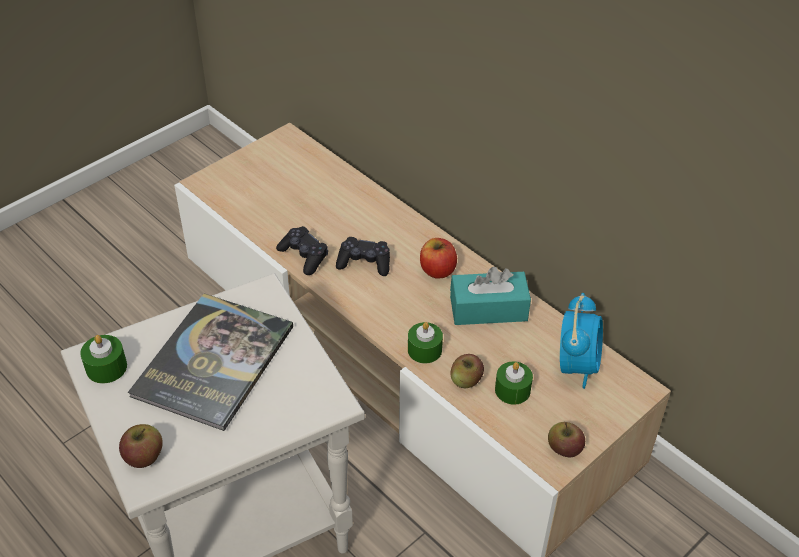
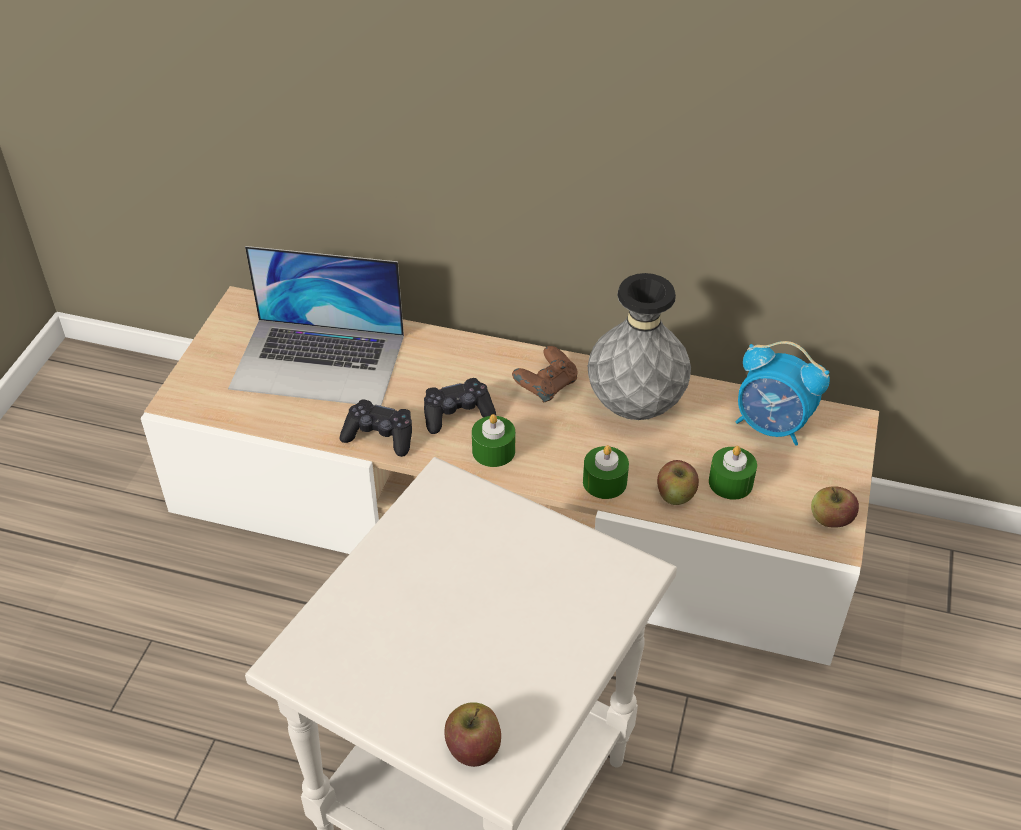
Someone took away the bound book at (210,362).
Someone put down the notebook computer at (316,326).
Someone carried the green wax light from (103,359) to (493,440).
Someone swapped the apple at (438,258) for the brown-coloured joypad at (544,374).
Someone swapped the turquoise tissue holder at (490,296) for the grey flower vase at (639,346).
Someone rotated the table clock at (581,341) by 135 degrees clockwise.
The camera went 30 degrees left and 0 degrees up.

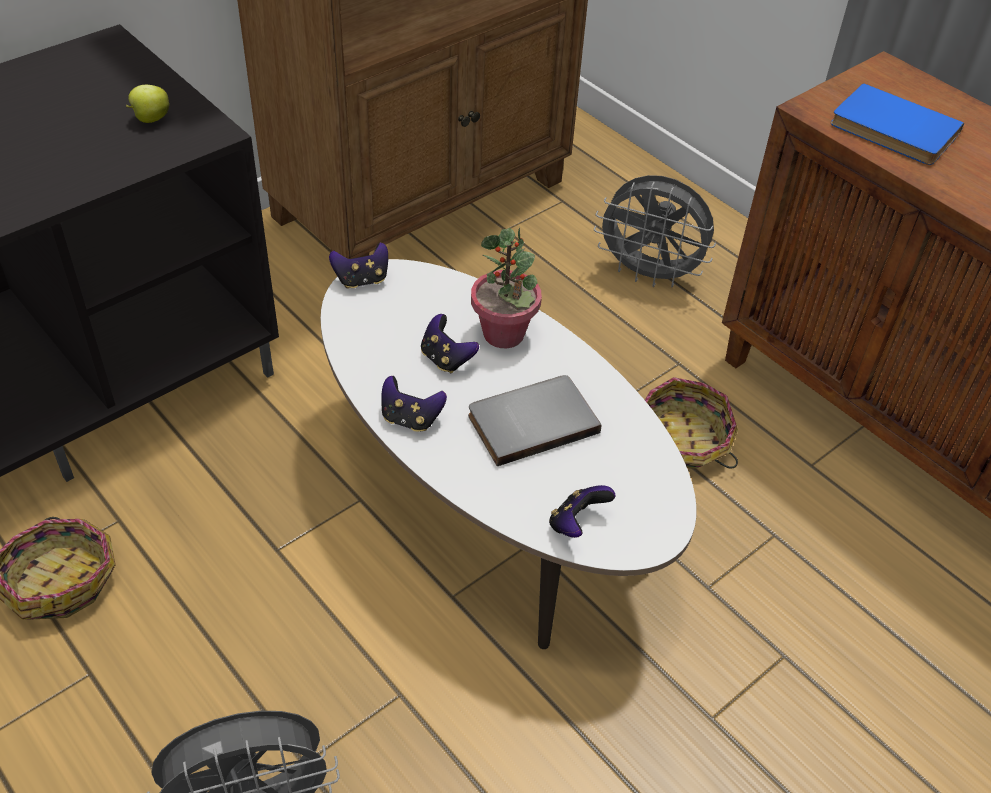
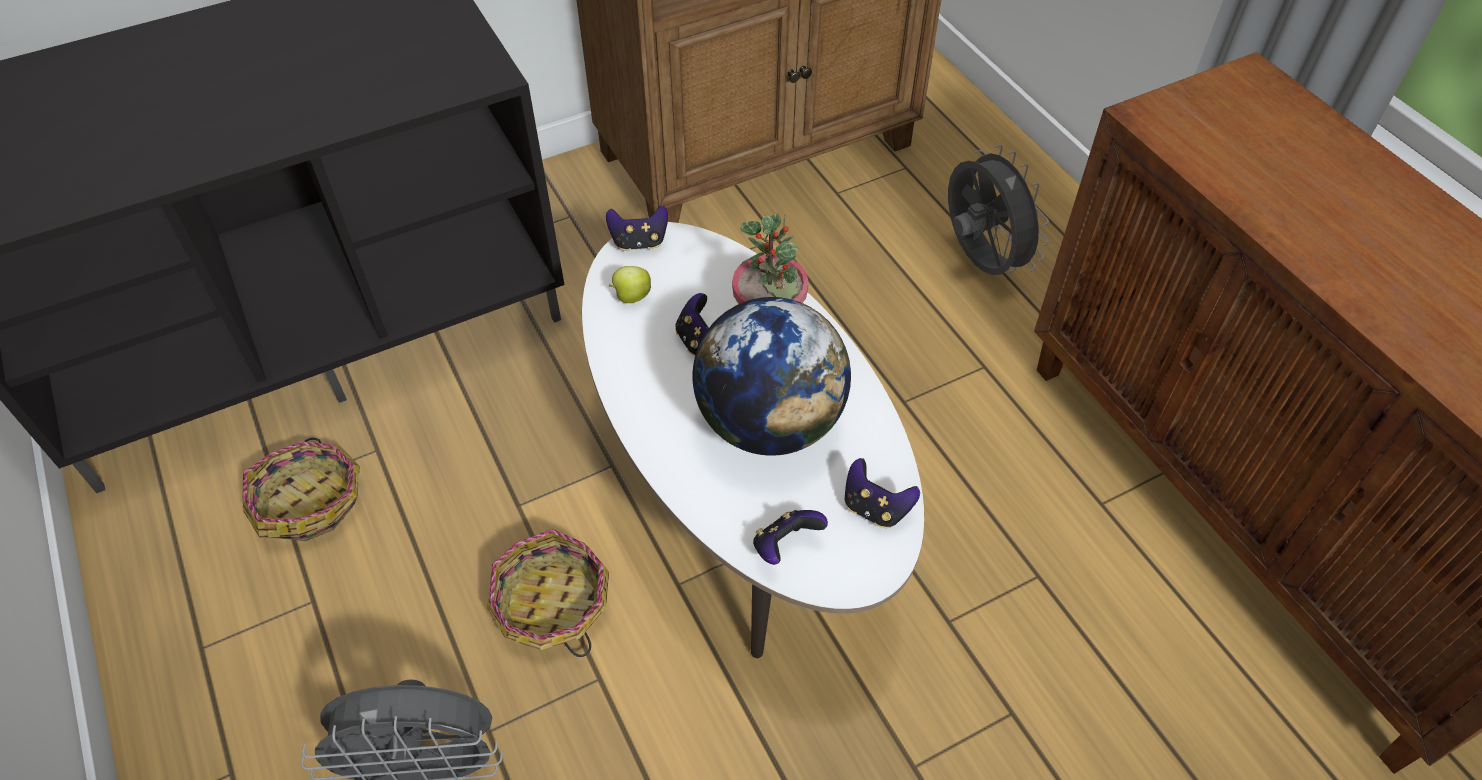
Someone took away the blue-coloured bound book at (897,124).
Someone carried the apple from (147,104) to (629,284).
Someone carried the joypad from (414,404) to (882,493).
Someone carried the storage basket from (691,423) to (548,593).
Someone swapped the grey bound book at (534,420) for the world globe at (771,376).
Someone rotated the grey fan at (655,231) by 150 degrees counterclockwise.
The camera went 15 degrees right and 5 degrees up.

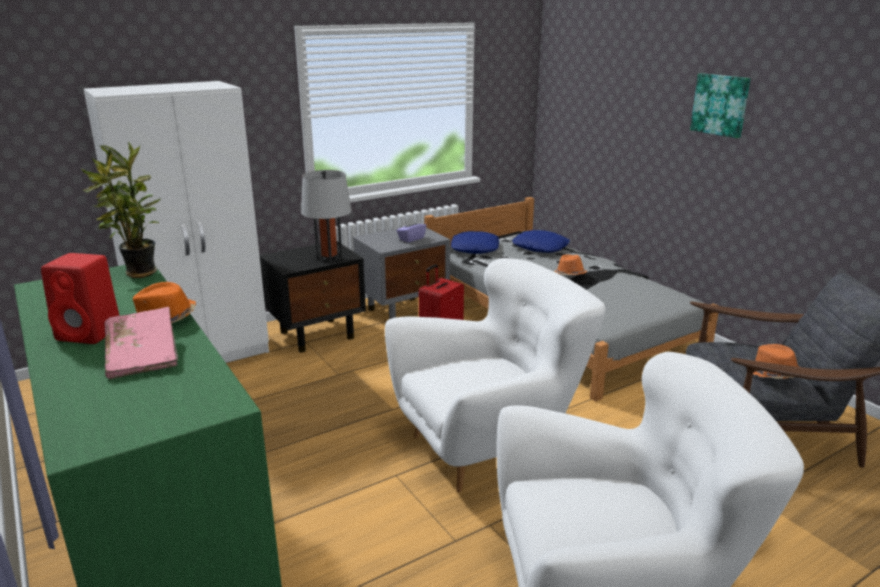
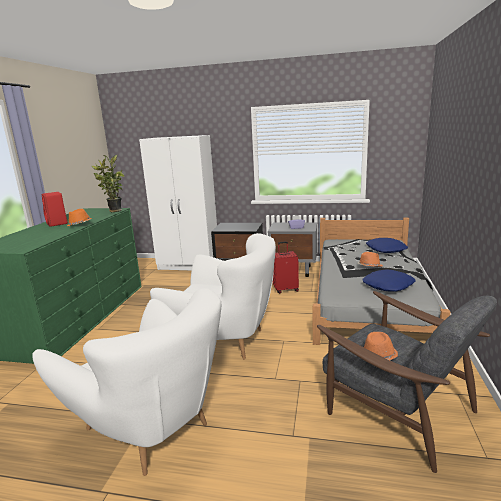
Someone took away the pink-coloured bound book at (141,343).
Someone took away the grey lamp for a table at (326,216).
Someone took away the wall picture at (720,105).
Someone carried the blue-coloured throw pillow from (475,242) to (389,280).
The camera went 45 degrees right and 5 degrees down.

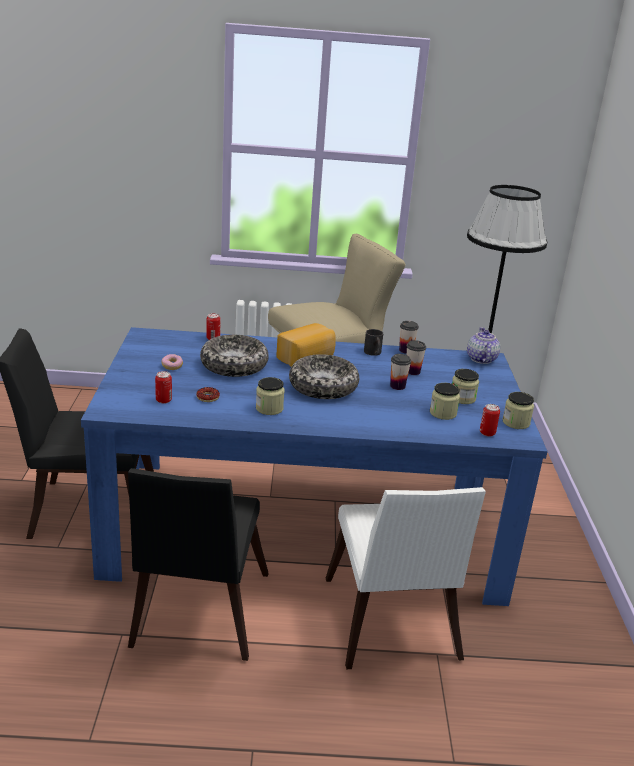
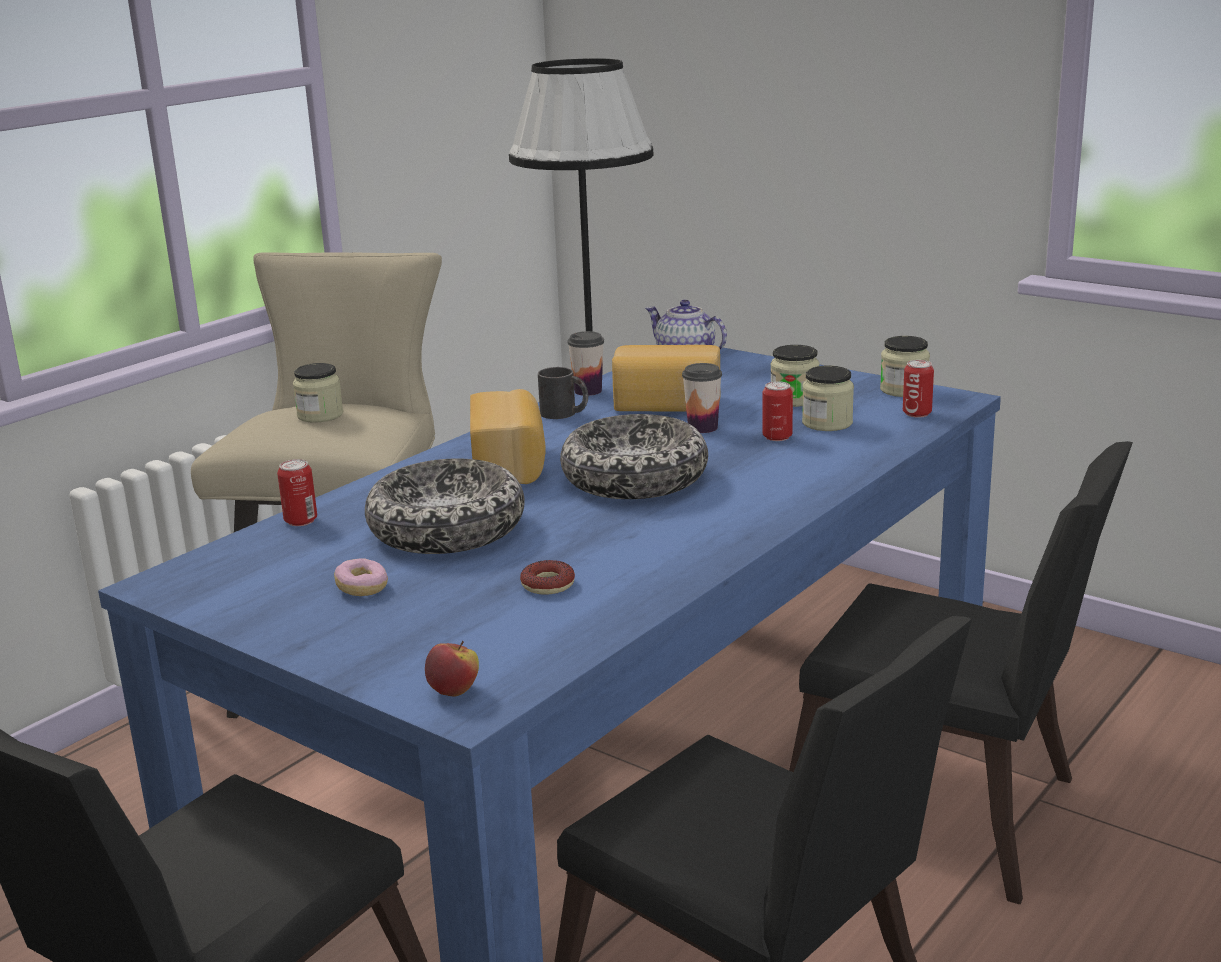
Someone put down the apple at (452,669).
Someone carried the sealed can from (163,387) to (777,411).
Someone carried the jar from (270,396) to (318,393).
Someone swapped the cup at (416,357) for the baked bread at (666,378).
Someone repainted the whitish chair at (406,578), which became the black chair at (961,672).
The camera went 50 degrees left and 5 degrees down.

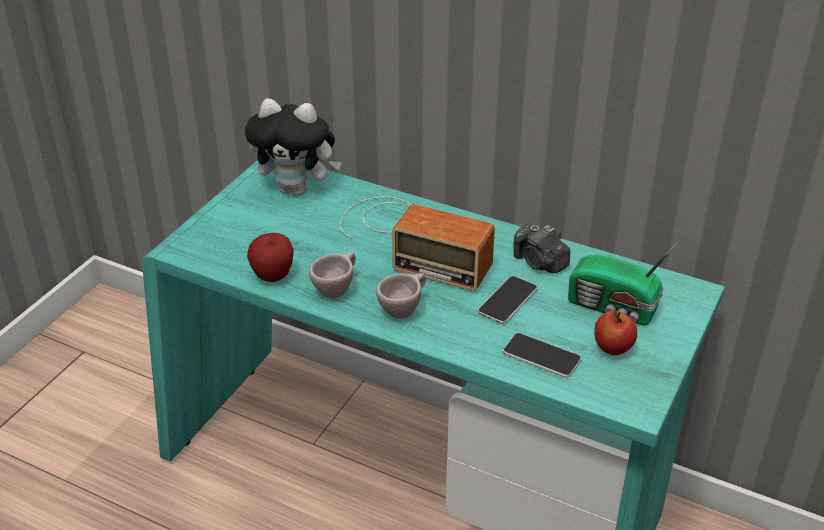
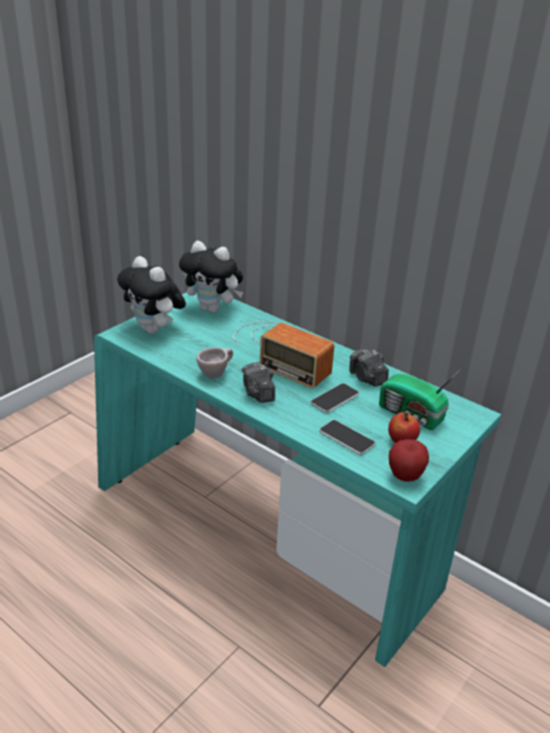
Someone put down the soft toy at (151,295).
Someone carried the apple from (270,257) to (409,460).
Someone swapped the beige cup at (401,296) for the still camera at (258,382).
The camera went 10 degrees right and 5 degrees down.

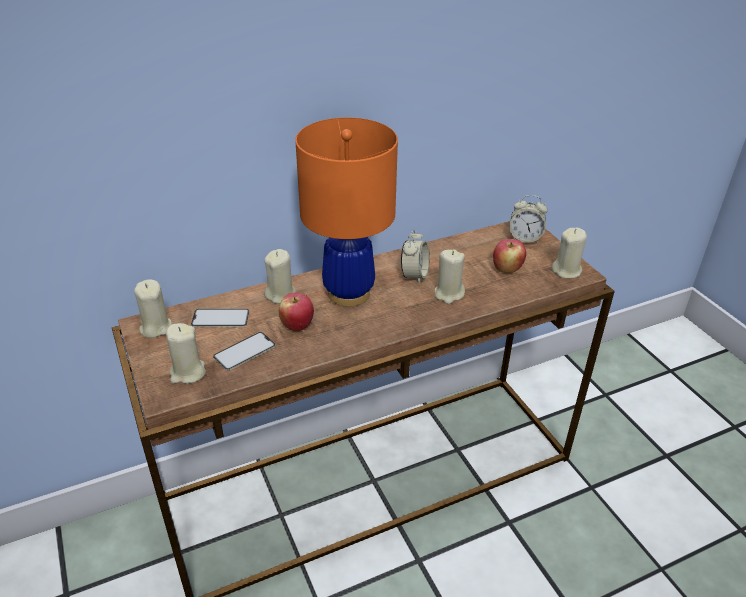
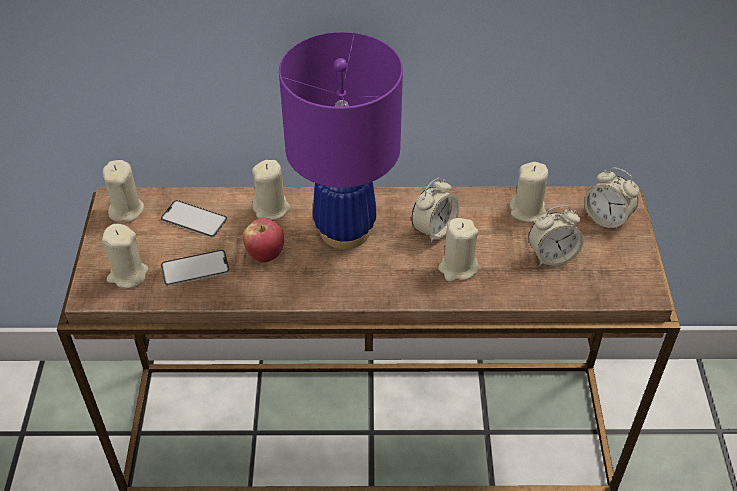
Someone carried the beige wax light from (569,253) to (529,192).
Someone swapped the apple at (509,256) for the table clock at (556,235).
Someone repainted the orangey lamp for a table at (346,212), which became the purple lamp for a table at (341,140).
The camera went 25 degrees right and 10 degrees up.

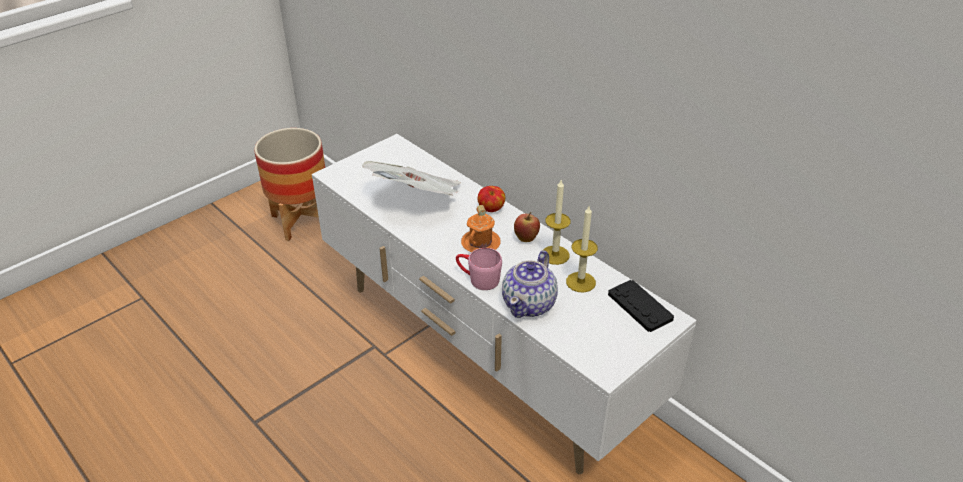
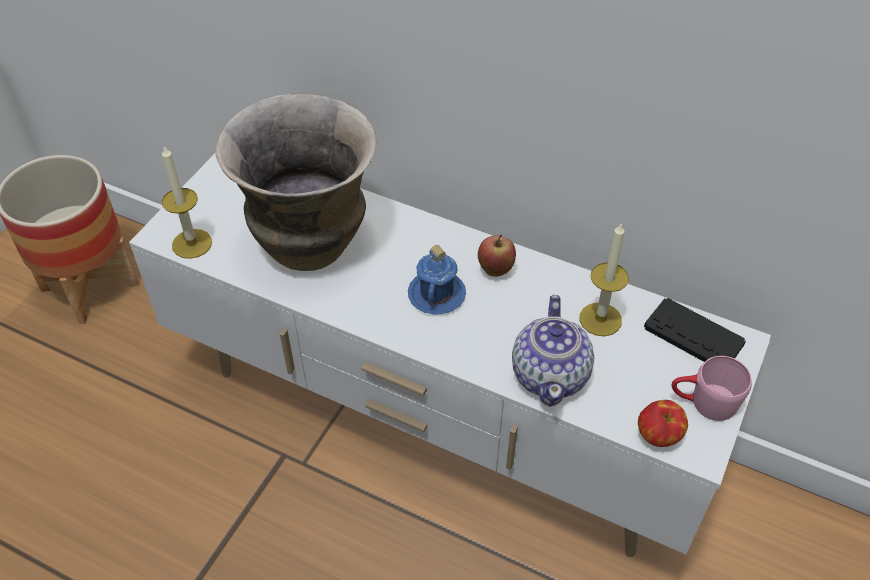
Someone carried the pink-coloured coffee mug from (479,269) to (711,388).
Someone carried the apple from (491,199) to (663,423).
Someone carried the wax light from (556,222) to (187,202).
Someone swapped the printed paper at (411,178) for the flower vase at (296,182).
Someone repainted the orangey coffee mug at (481,228), which became the blue-coloured coffee mug at (437,280).
The camera went 20 degrees left and 10 degrees up.

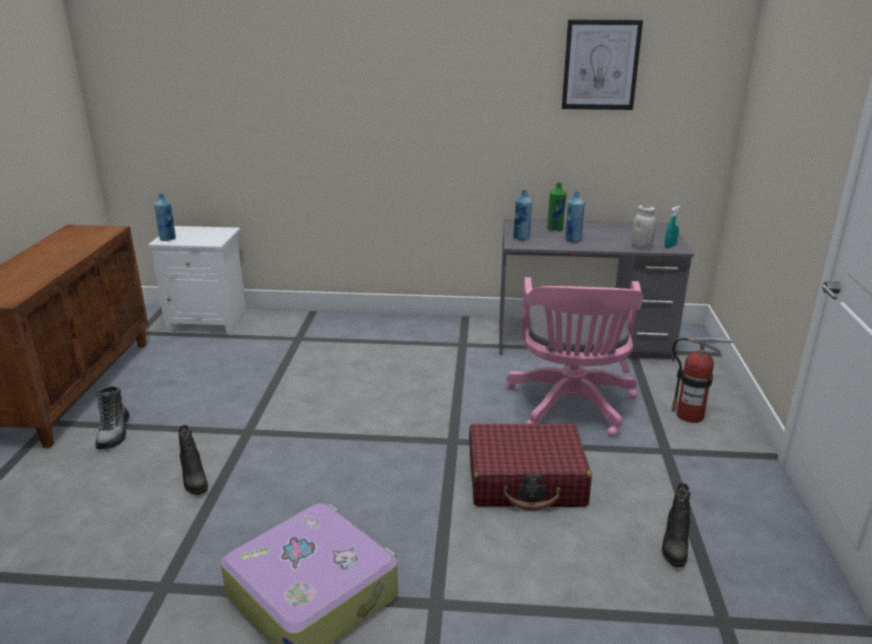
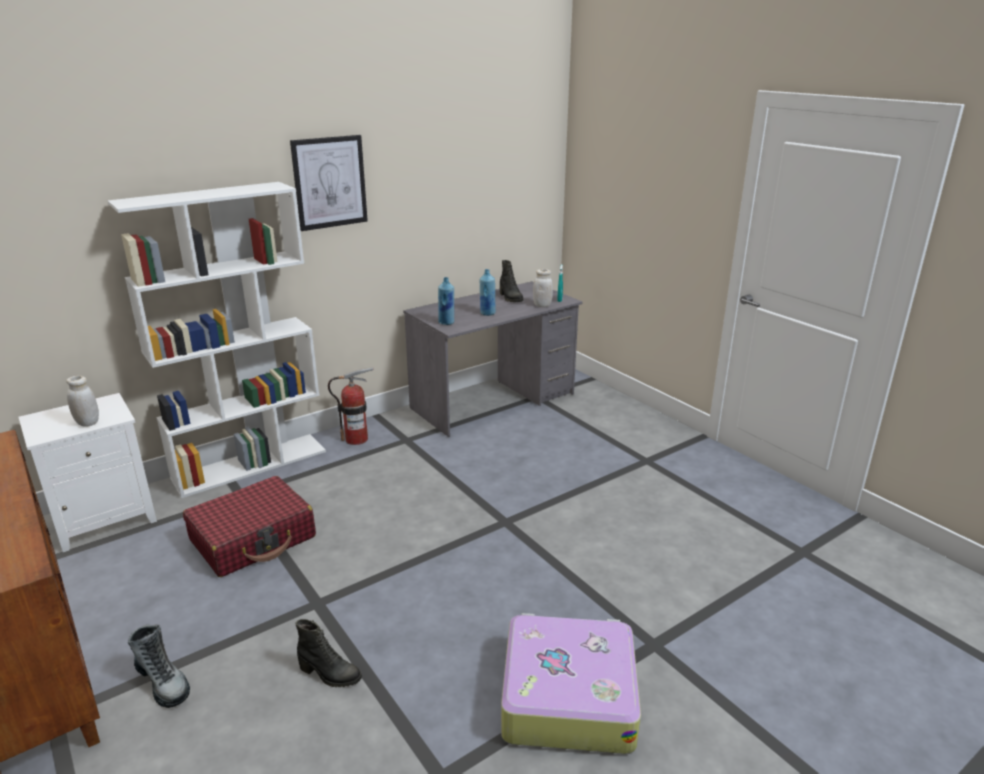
Someone took away the blue-coloured beverage bottle at (165,217).
Someone took away the pink-coloured desk chair at (574,357).
Someone took away the green beverage bottle at (556,206).
Someone put down the whitish jar at (82,401).
Someone put down the whitish bookcase at (217,340).
Someone carried the red-coloured piece of luggage from (530,467) to (249,526).
Someone carried the wall picture from (602,65) to (329,183).
Someone carried the black tall boot from (676,525) to (512,281).
Someone carried the extinguisher from (702,380) to (350,406).
The camera went 40 degrees left and 0 degrees up.

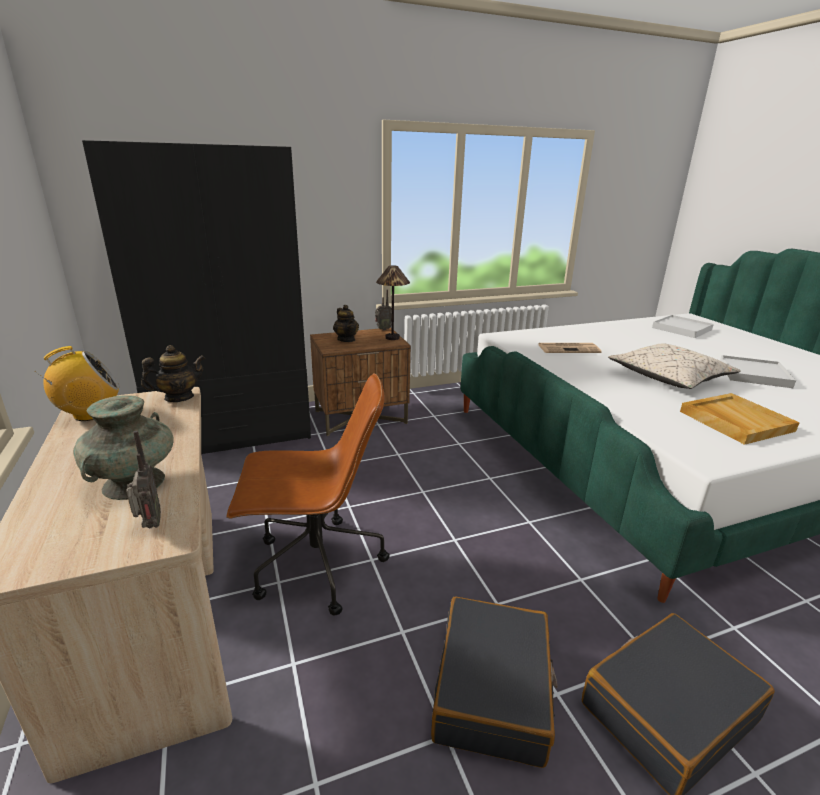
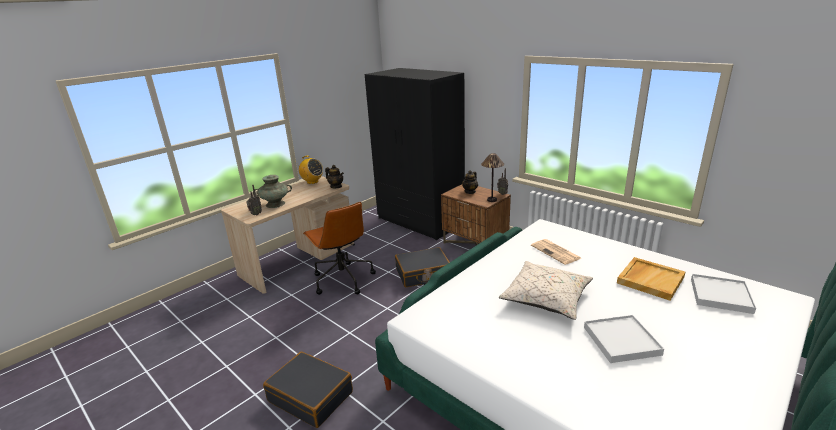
Someone carried the black piece of luggage from (494,682) to (422,267).
Someone carried the beige serving tray from (740,419) to (651,279).
The camera went 65 degrees right and 0 degrees up.

